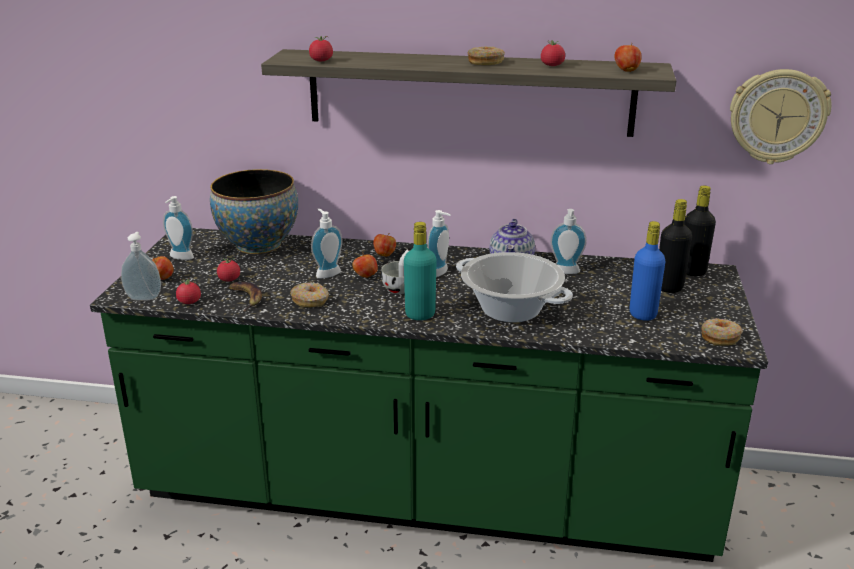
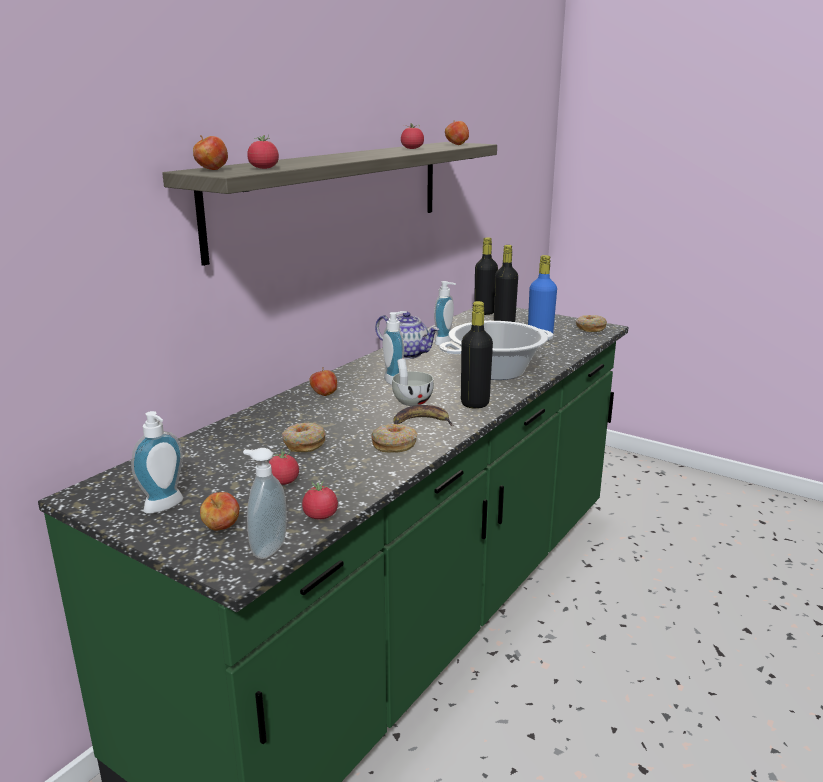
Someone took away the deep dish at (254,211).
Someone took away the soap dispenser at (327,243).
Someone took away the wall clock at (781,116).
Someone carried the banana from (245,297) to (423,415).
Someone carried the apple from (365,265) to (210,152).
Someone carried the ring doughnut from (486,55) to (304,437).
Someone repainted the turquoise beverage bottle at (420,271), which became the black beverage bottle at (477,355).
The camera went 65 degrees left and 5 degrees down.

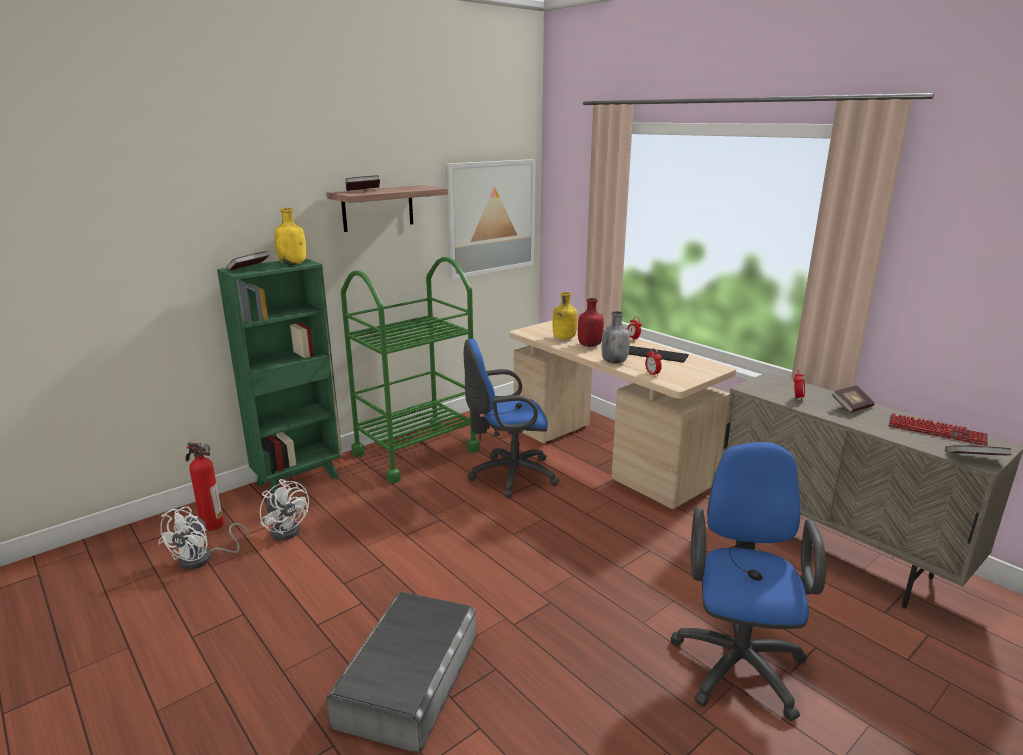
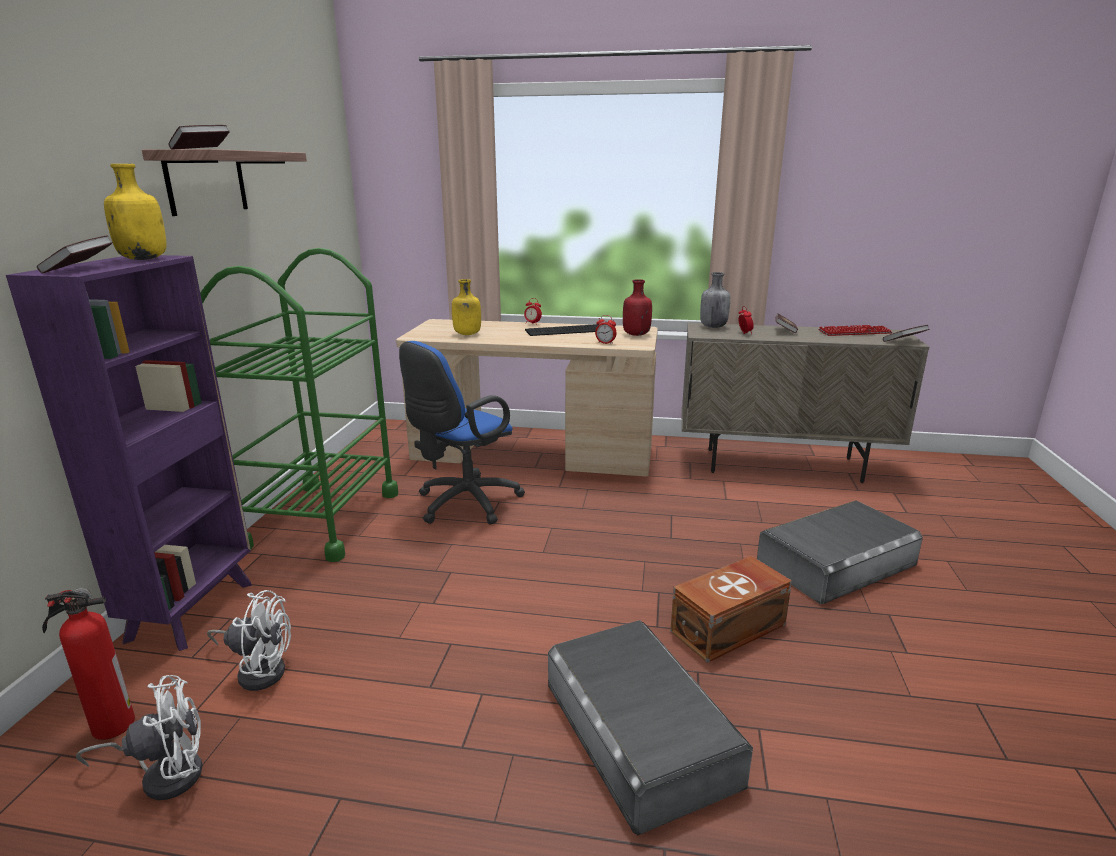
Someone took away the wall picture at (490,219).
Someone put down the brown-coloured storage bin at (731,609).
Someone carried the red-coloured beverage bottle from (591,322) to (637,307).
Someone carried the grey beverage bottle from (616,337) to (715,300).
Someone swapped the blue-coloured desk chair at (748,581) for the grey storage bin at (840,552).
Someone repainted the green bookcase at (279,376), which became the purple bookcase at (129,453).
Someone rotated the whitish fan at (204,538) by 90 degrees counterclockwise.
The camera went 40 degrees left and 0 degrees up.

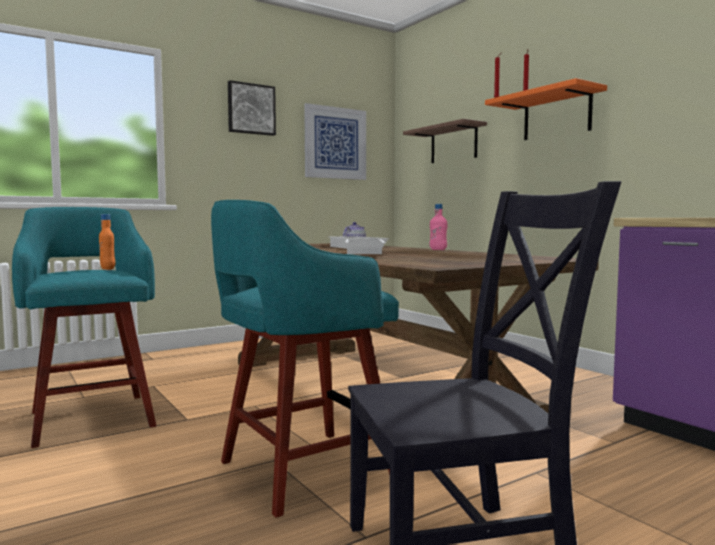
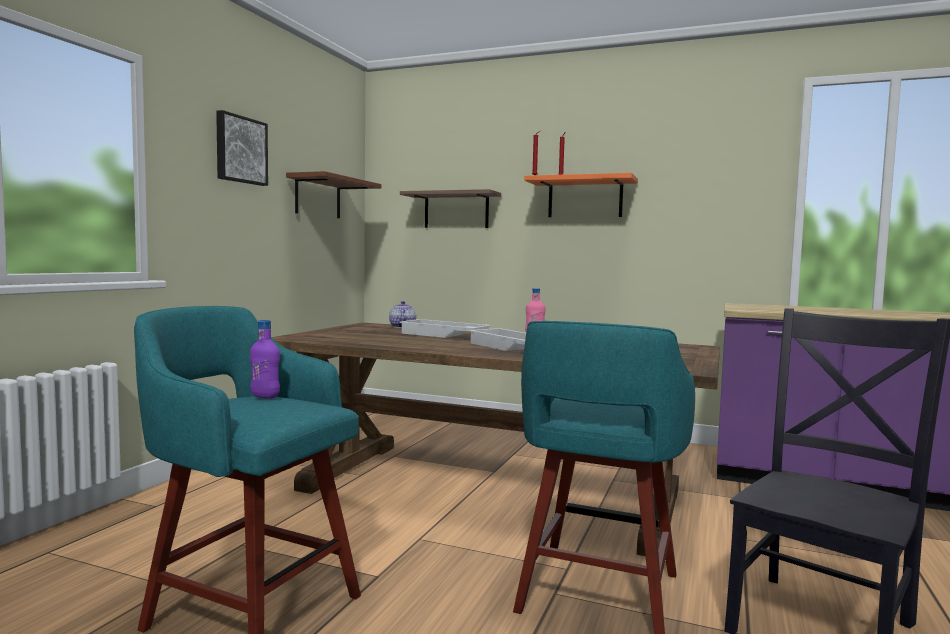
Someone swapped the wall picture at (335,141) for the brown-coloured shelf at (333,194).
Someone repainted the orangey beverage bottle at (107,242), which became the purple beverage bottle at (265,359).
The camera went 35 degrees left and 0 degrees up.

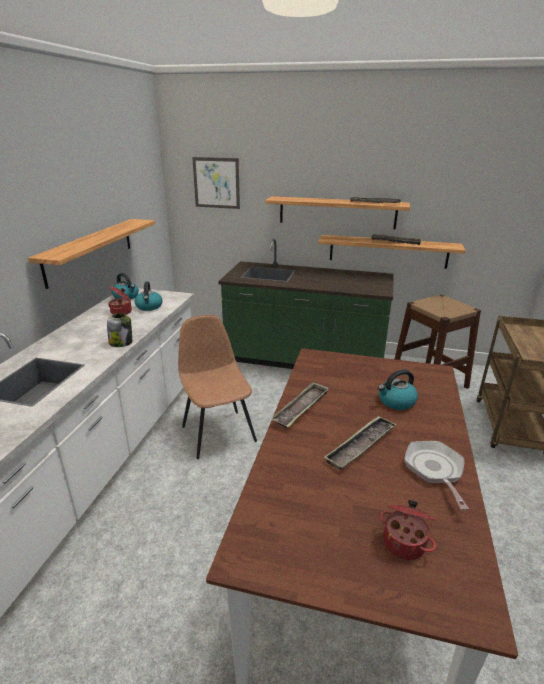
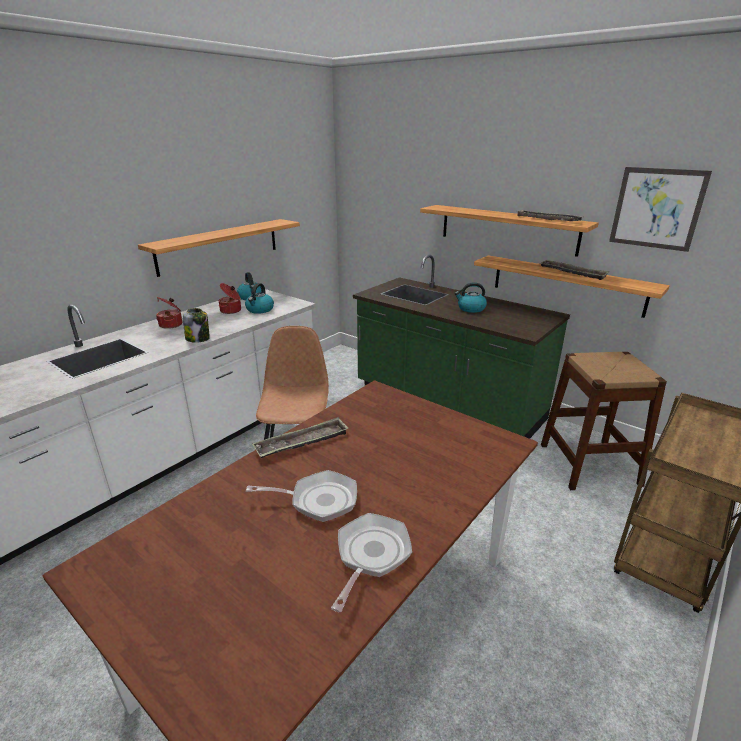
Someone carried the wall picture from (216,183) to (660,209).
Someone carried the water kettle from (398,389) to (471,297).
Someone carried the cooking pot from (408,530) to (169,313).
Someone swapped the serving tray at (360,443) for the pan at (301,496).
The camera went 25 degrees right and 0 degrees up.

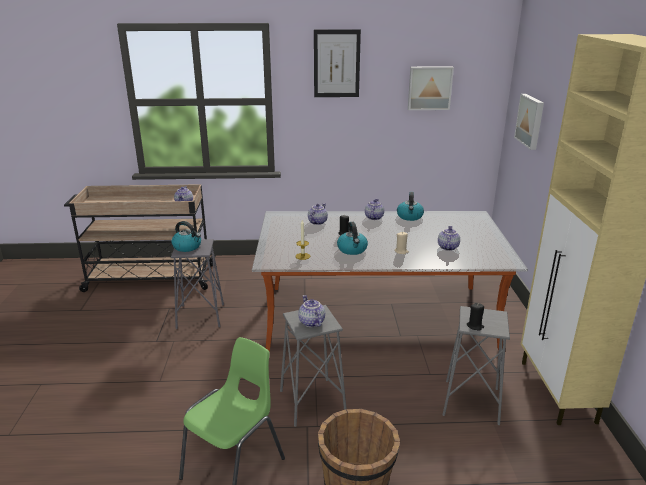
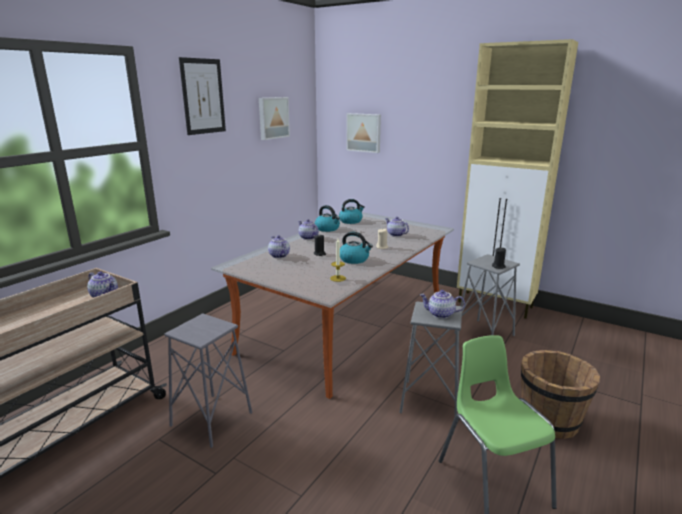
Someone carried the water kettle from (186,236) to (351,211).
The camera went 55 degrees left and 5 degrees down.

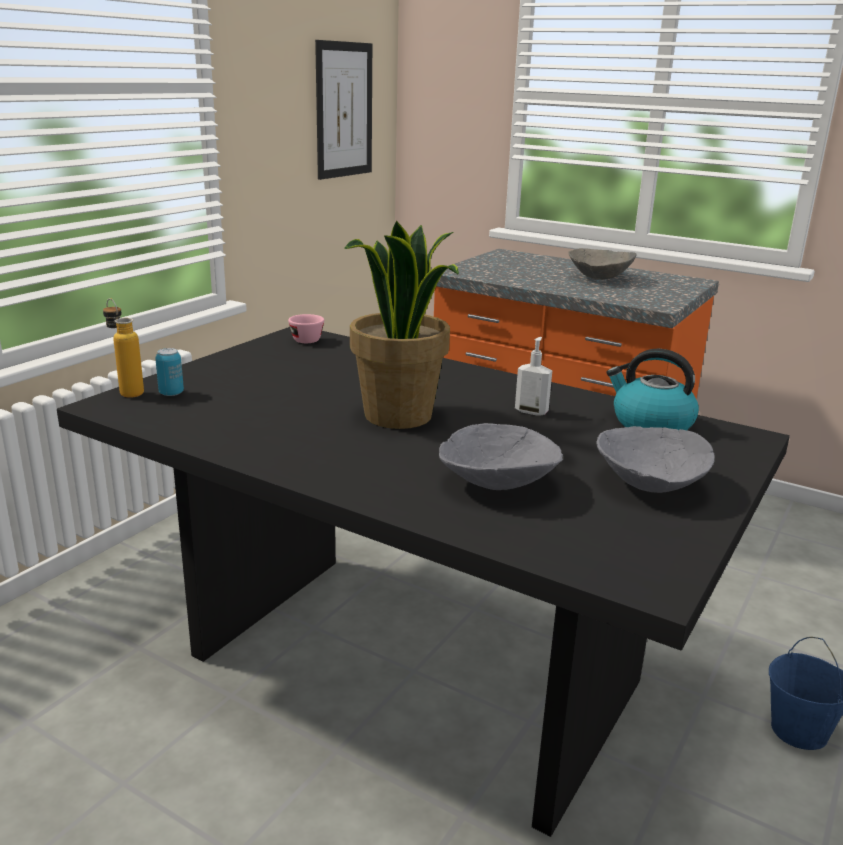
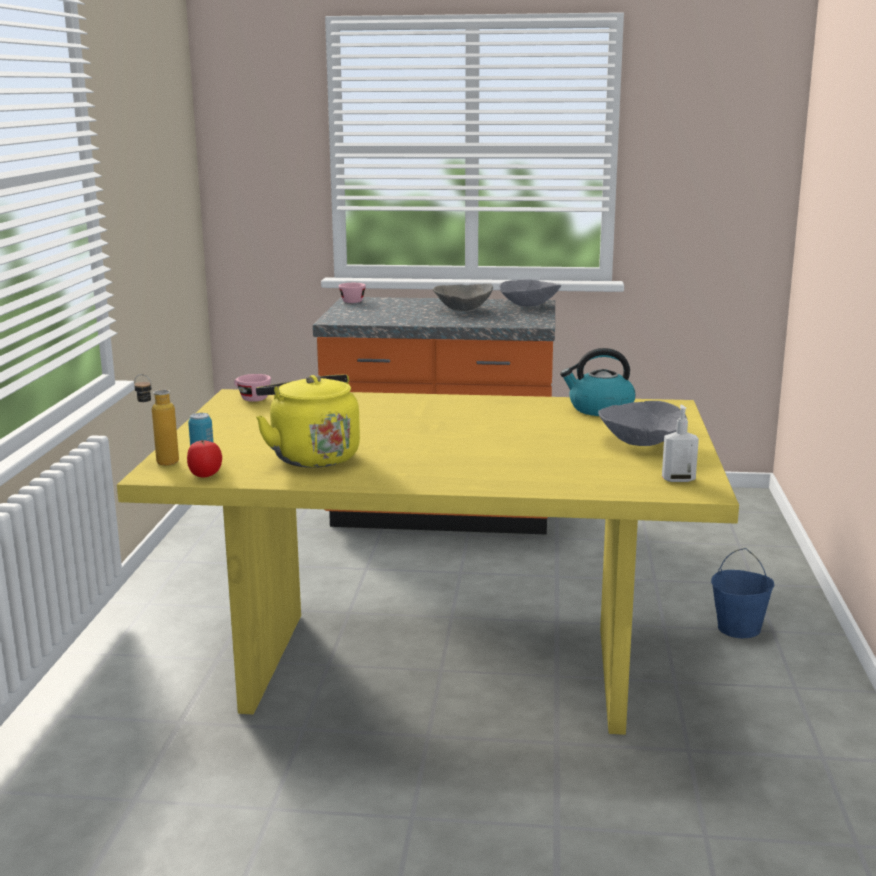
Someone took away the wall picture at (343,110).
Someone took away the potted plant at (401,324).
Someone put down the tomato at (204,459).
Someone put down the yellow-coloured water kettle at (308,421).
Someone put down the pink-coloured cup at (352,293).
Someone carried the grey deep dish from (501,456) to (530,292).
Someone carried the soap dispenser from (533,376) to (680,443).
Someone repainted the black kitchen table at (423,582), which became the yellow-coloured kitchen table at (428,562).
The camera went 25 degrees left and 5 degrees down.

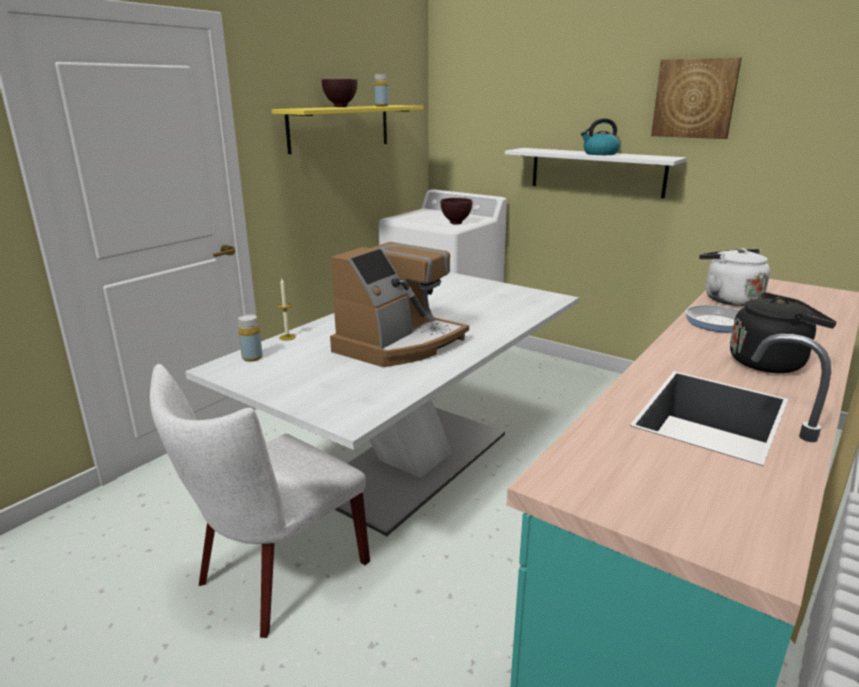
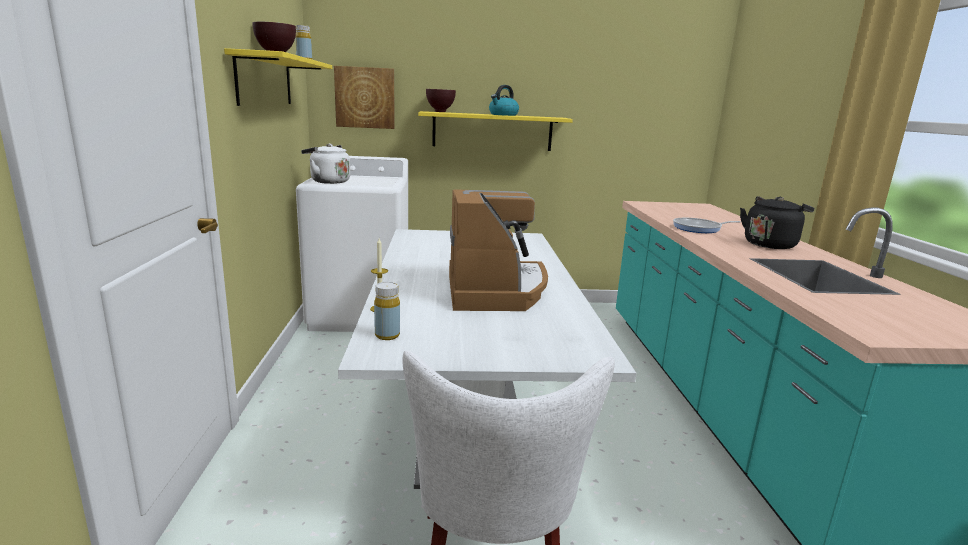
Someone carried the brown-coloured deep dish from (457,211) to (441,100).
Someone carried the wall picture from (696,98) to (364,97).
Someone carried the whitish water kettle from (734,277) to (325,164).
Someone repainted the whitish shelf at (596,173), which became the yellow-coloured shelf at (495,131).
The camera went 40 degrees left and 5 degrees down.

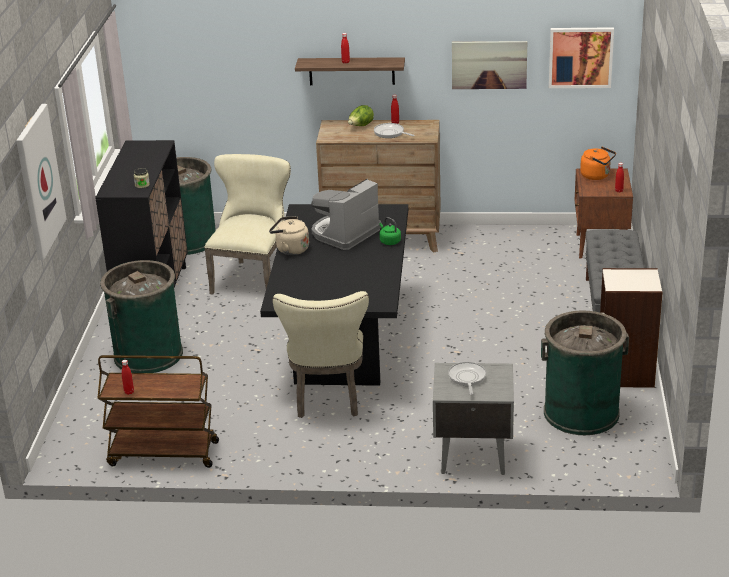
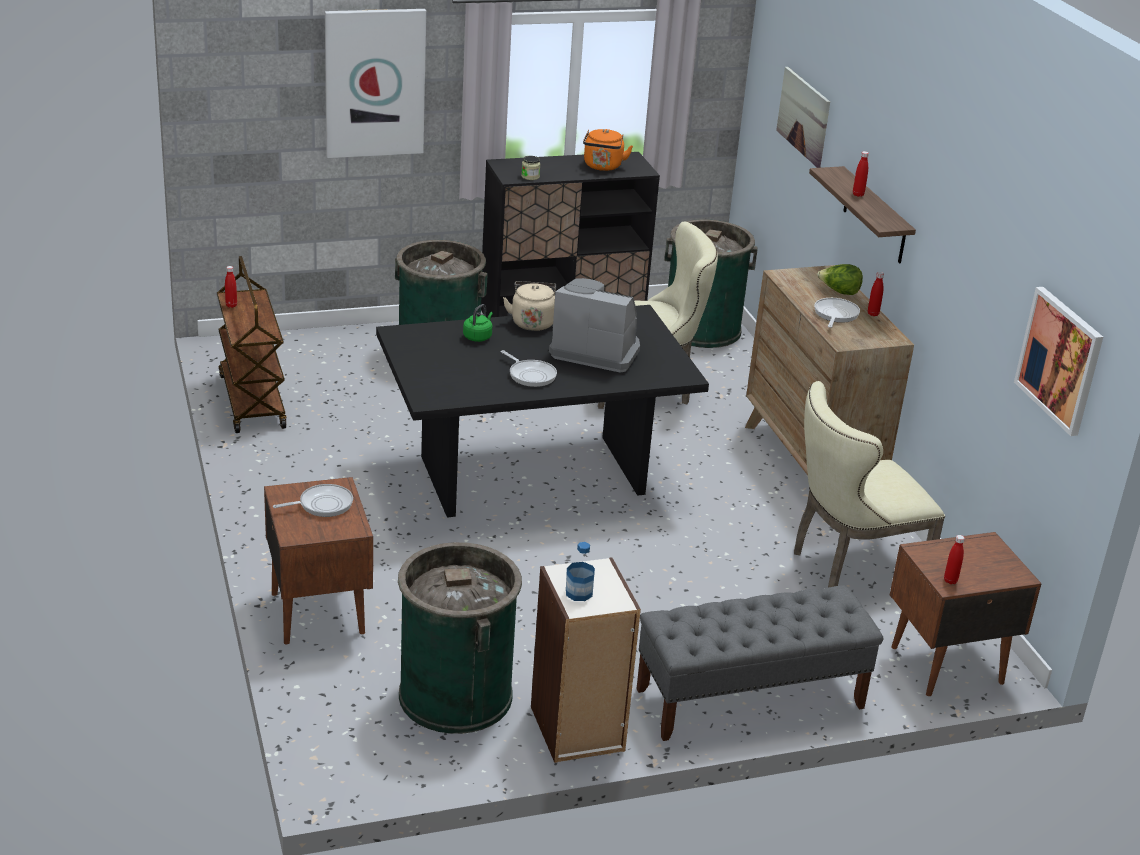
Someone put down the pan at (529,368).
Someone put down the beverage bottle at (580,571).
Someone carried the beige chair from (320,354) to (869,484).
Someone carried the green water kettle from (390,231) to (478,323).
Someone carried the wall picture from (489,65) to (803,117).
Someone carried the orangey water kettle from (598,163) to (608,150).
Someone repainted the grey bedside table at (473,419), which became the brown-coloured bedside table at (318,561).
The camera went 65 degrees right and 0 degrees up.

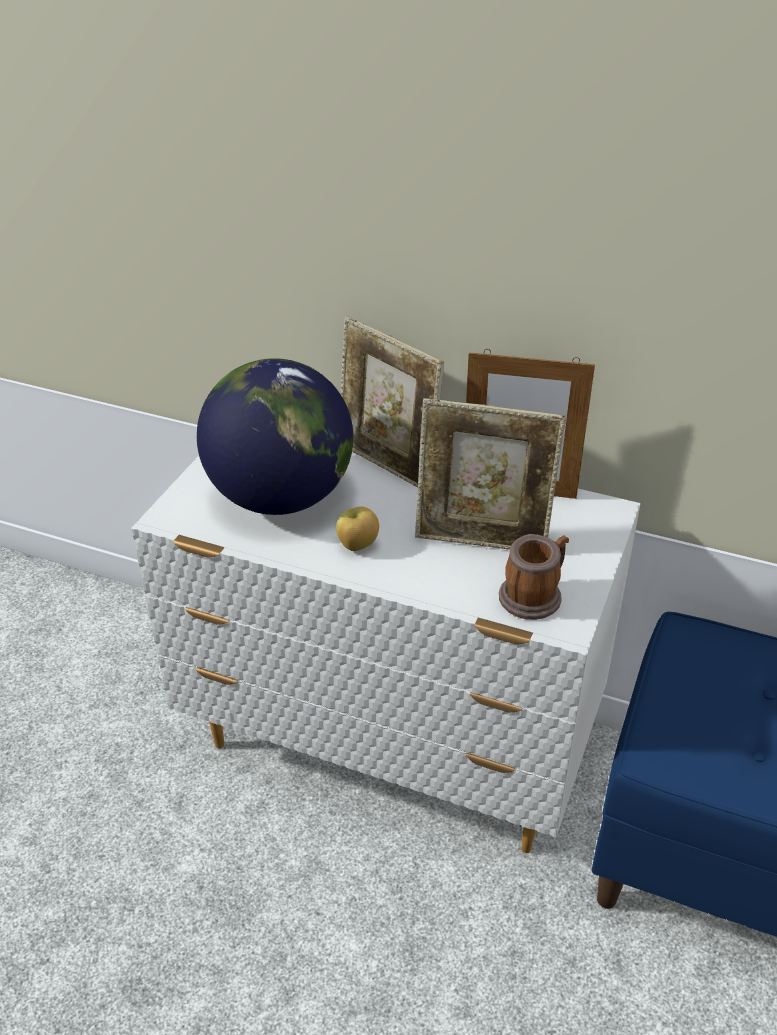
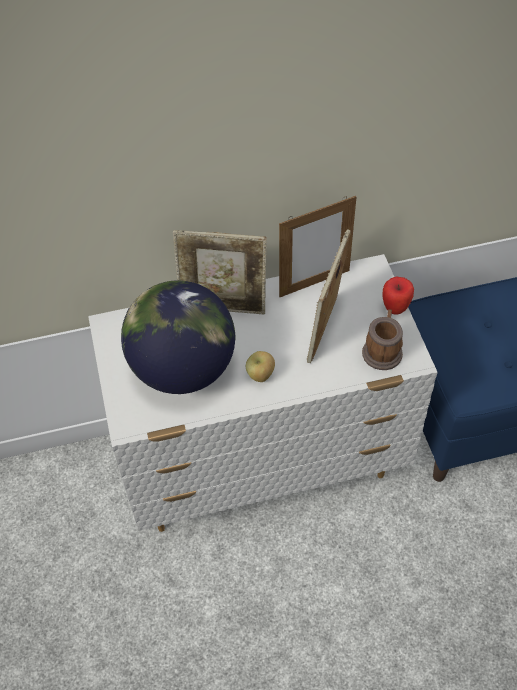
Someone put down the apple at (398,295).
Someone rotated the photo frame at (490,474) by 135 degrees clockwise.
The camera went 35 degrees left and 15 degrees up.

